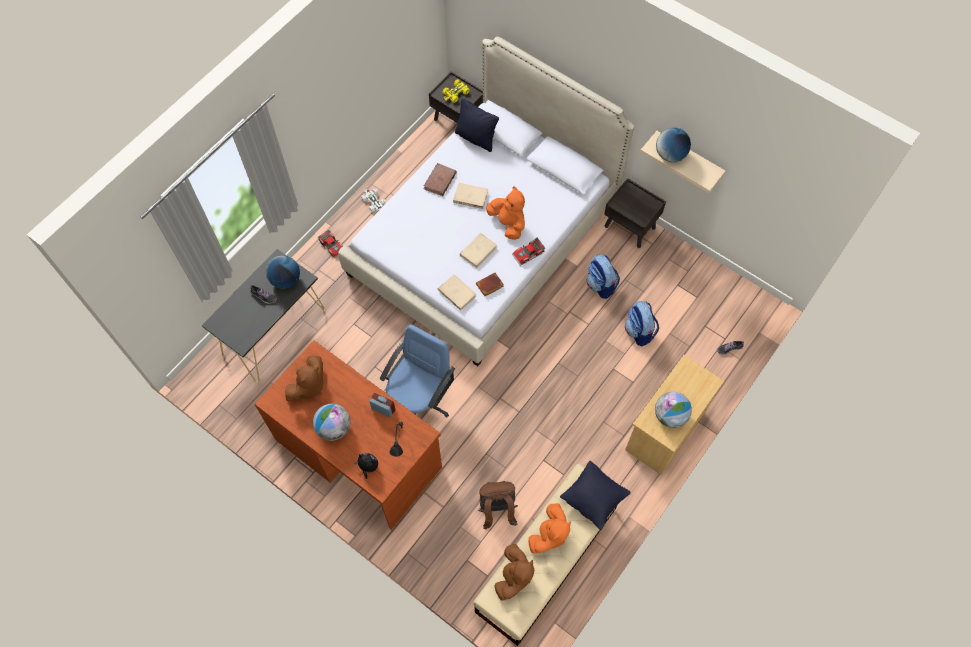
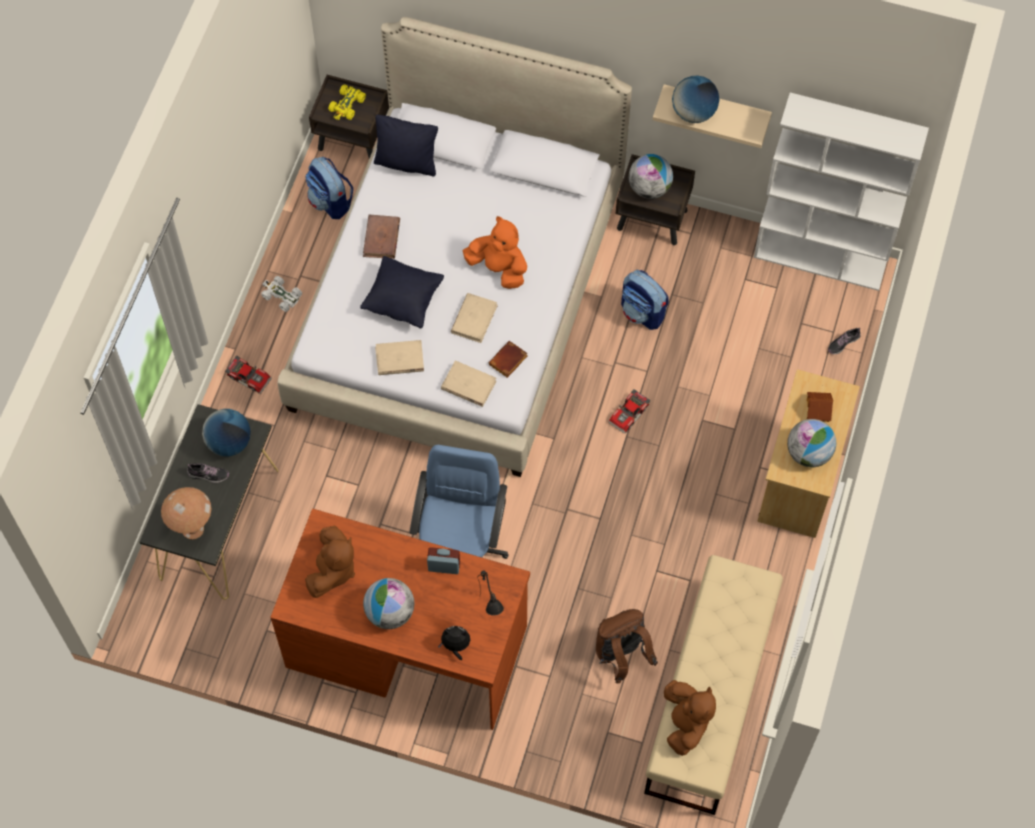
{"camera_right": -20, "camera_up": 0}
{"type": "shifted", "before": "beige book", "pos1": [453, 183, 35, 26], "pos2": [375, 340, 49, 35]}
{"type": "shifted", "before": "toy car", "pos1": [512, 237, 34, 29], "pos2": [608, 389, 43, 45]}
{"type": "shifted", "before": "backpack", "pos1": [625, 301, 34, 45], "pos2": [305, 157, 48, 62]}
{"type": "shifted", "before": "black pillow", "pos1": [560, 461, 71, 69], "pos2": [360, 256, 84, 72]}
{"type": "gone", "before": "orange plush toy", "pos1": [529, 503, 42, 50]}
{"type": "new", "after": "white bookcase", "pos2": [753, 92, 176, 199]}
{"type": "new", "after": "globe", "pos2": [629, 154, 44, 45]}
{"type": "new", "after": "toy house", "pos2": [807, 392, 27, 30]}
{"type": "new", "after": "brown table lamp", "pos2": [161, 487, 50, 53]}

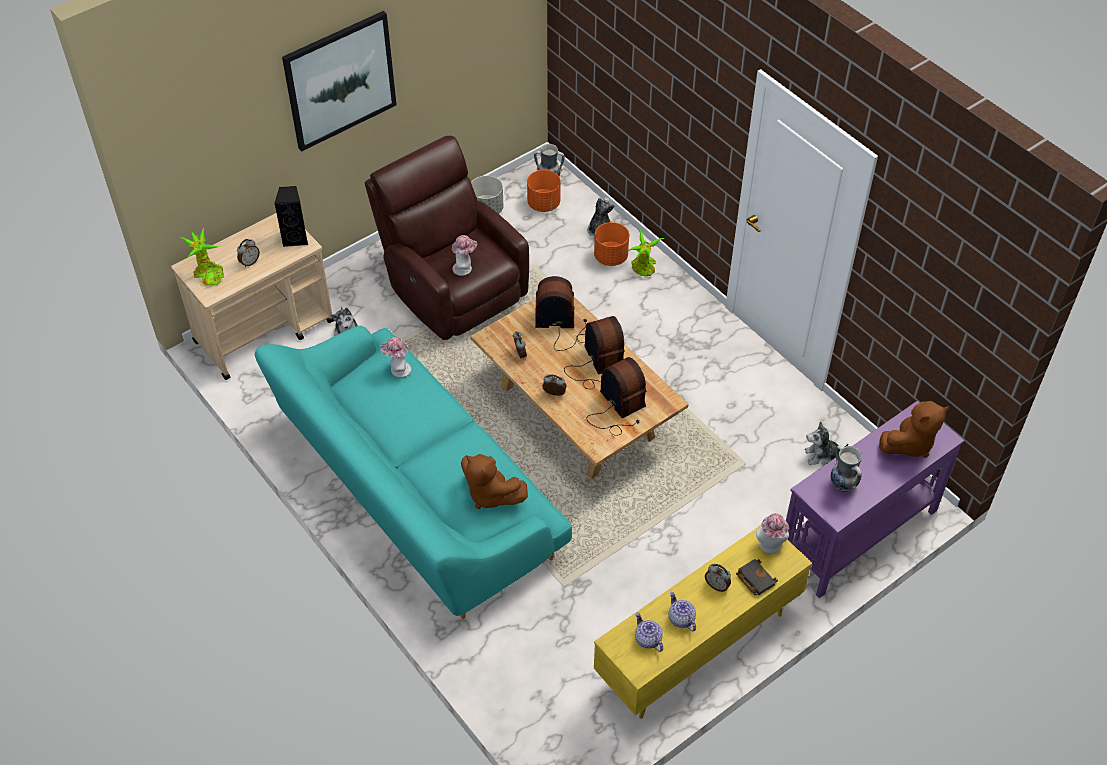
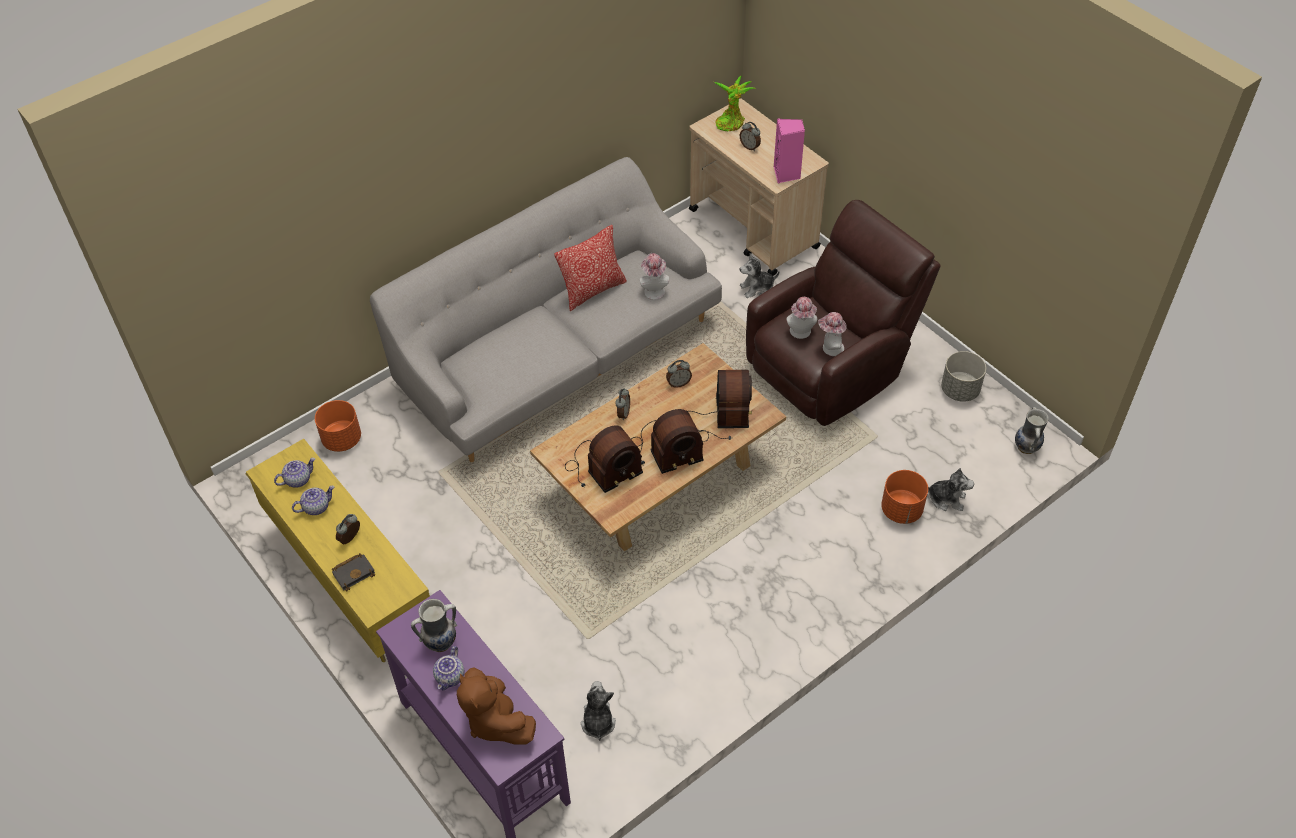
{"camera_right": 90, "camera_up": 0}
{"type": "gone", "before": "picture", "pos1": [282, 11, 115, 141]}
{"type": "shifted", "before": "orange planter", "pos1": [527, 170, 34, 42], "pos2": [315, 400, 46, 52]}
{"type": "repainted", "before": "black speaker", "after": "pink speaker", "pos1": [274, 186, 34, 61], "pos2": [774, 118, 31, 65]}
{"type": "gone", "before": "potted plant", "pos1": [628, 228, 37, 49]}
{"type": "repainted", "before": "turquoise sofa", "after": "grey sofa", "pos1": [255, 326, 317, 293], "pos2": [370, 157, 352, 305]}
{"type": "gone", "before": "brown plush toy", "pos1": [461, 454, 67, 55]}
{"type": "shifted", "before": "hat", "pos1": [756, 513, 33, 40], "pos2": [818, 312, 29, 44]}
{"type": "new", "after": "pillow", "pos2": [554, 225, 73, 86]}
{"type": "new", "after": "teapot", "pos2": [433, 646, 31, 44]}

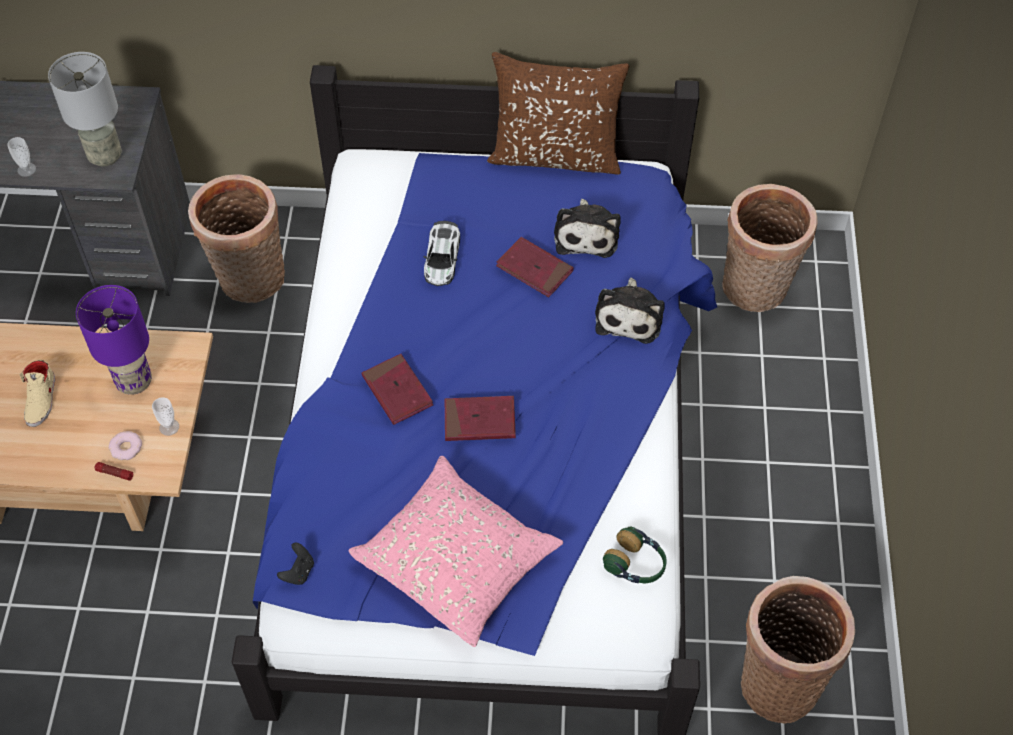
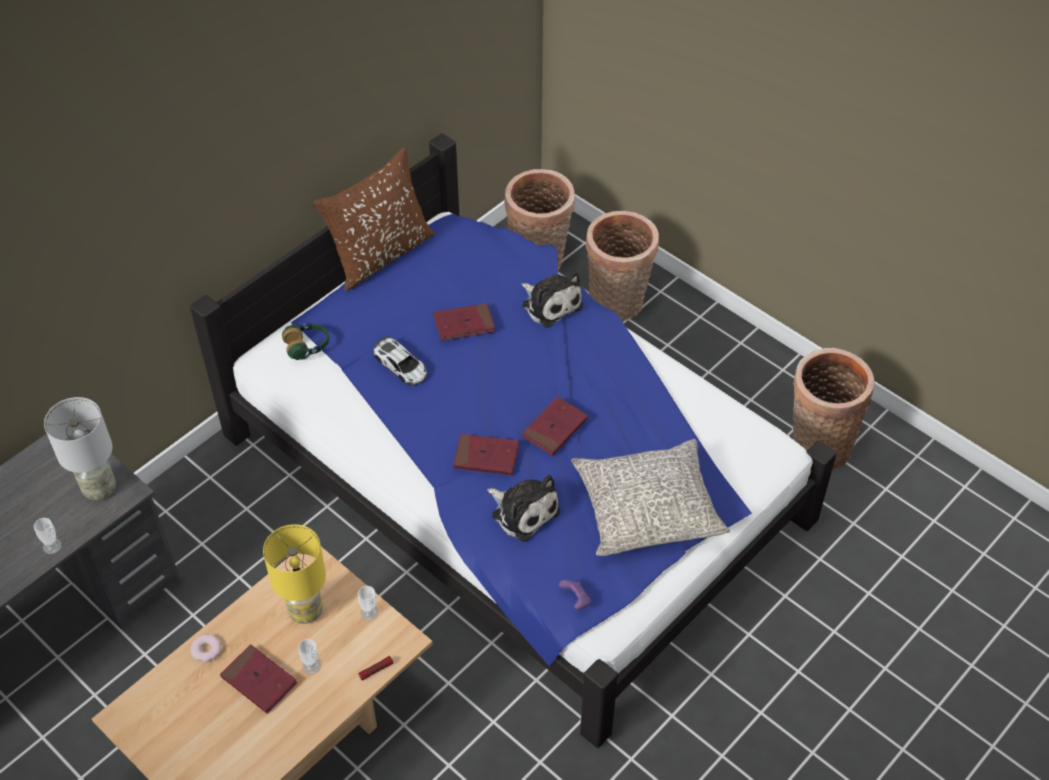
{"camera_right": -50, "camera_up": -5}
{"type": "shifted", "before": "basket", "pos1": [188, 174, 97, 129], "pos2": [586, 211, 73, 110]}
{"type": "shifted", "before": "plush toy", "pos1": [554, 199, 67, 59], "pos2": [487, 475, 73, 67]}
{"type": "repainted", "before": "purple table lamp", "after": "yellow table lamp", "pos1": [76, 285, 76, 110], "pos2": [263, 524, 63, 100]}
{"type": "swapped", "before": "beige shoe", "after": "red book", "pos1": [19, 360, 36, 67], "pos2": [220, 644, 77, 69]}
{"type": "shifted", "before": "donut", "pos1": [109, 431, 33, 29], "pos2": [191, 634, 30, 28]}
{"type": "repainted", "before": "pink pillow", "after": "grey pillow", "pos1": [349, 456, 214, 191], "pos2": [571, 439, 159, 117]}
{"type": "shifted", "before": "headphones", "pos1": [603, 527, 64, 56], "pos2": [282, 323, 47, 37]}
{"type": "repainted", "before": "black game controller", "after": "purple game controller", "pos1": [277, 543, 37, 42], "pos2": [559, 580, 31, 29]}
{"type": "new", "after": "cup", "pos2": [298, 639, 23, 36]}

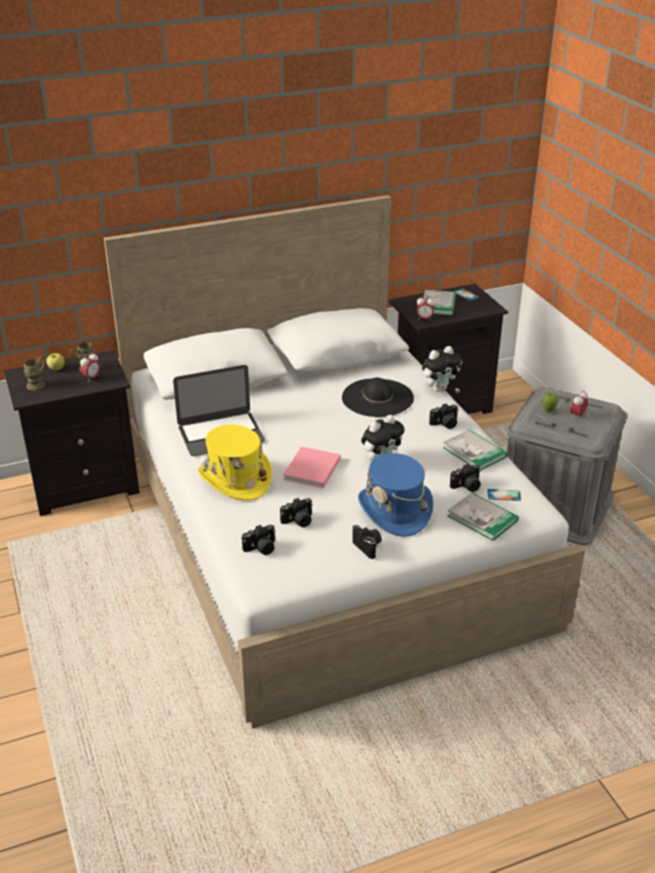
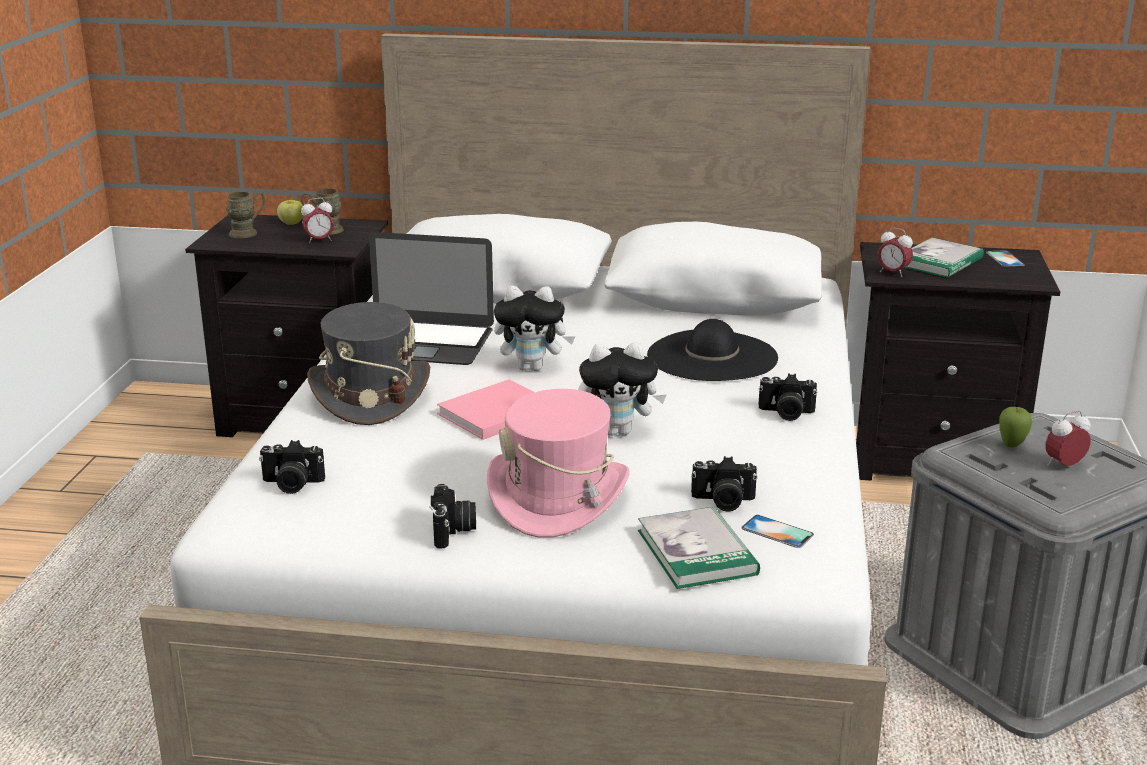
{"camera_right": 30, "camera_up": -10}
{"type": "shifted", "before": "plush toy", "pos1": [422, 346, 39, 46], "pos2": [494, 286, 81, 85]}
{"type": "repainted", "before": "yellow hat", "after": "grey hat", "pos1": [198, 425, 74, 76], "pos2": [307, 302, 123, 123]}
{"type": "gone", "before": "book", "pos1": [443, 430, 64, 40]}
{"type": "repainted", "before": "blue hat", "after": "pink hat", "pos1": [358, 453, 75, 84], "pos2": [487, 389, 143, 149]}
{"type": "gone", "before": "photo camera", "pos1": [280, 498, 33, 29]}

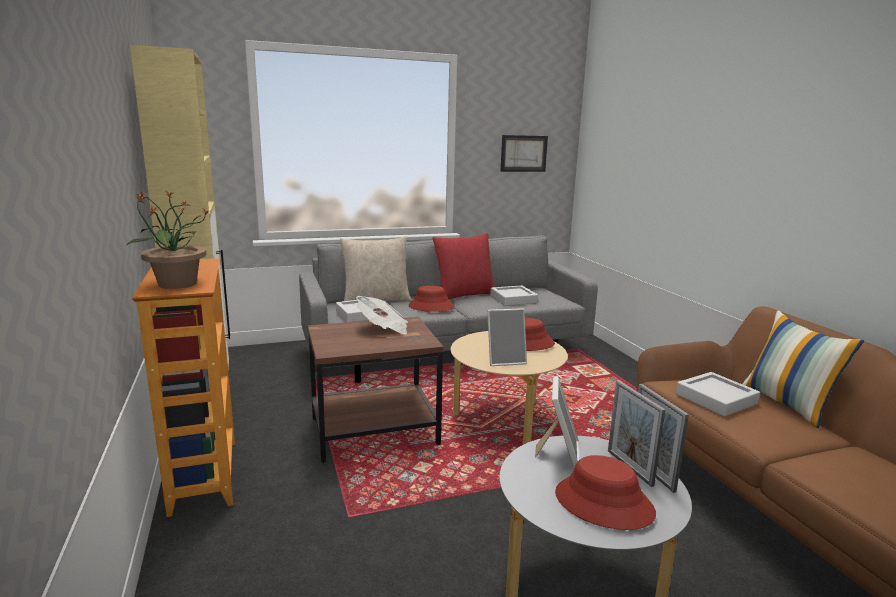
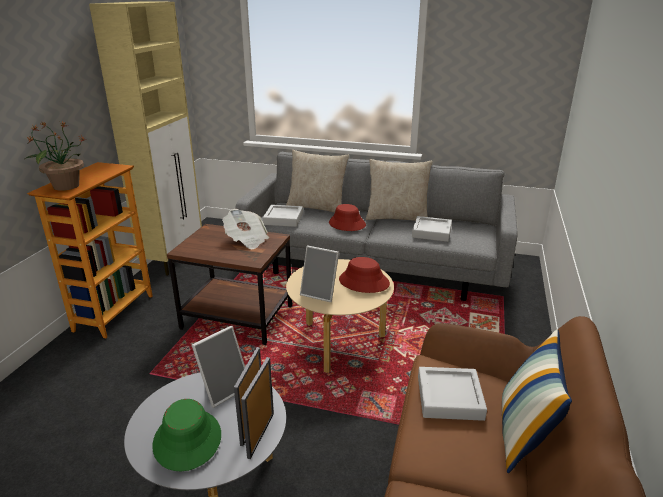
{"camera_right": 35, "camera_up": 10}
{"type": "gone", "before": "picture", "pos1": [500, 135, 48, 37]}
{"type": "repainted", "before": "red pillow", "after": "beige pillow", "pos1": [432, 233, 63, 66], "pos2": [366, 159, 67, 62]}
{"type": "repainted", "before": "red hat", "after": "green hat", "pos1": [555, 455, 101, 75], "pos2": [152, 399, 69, 72]}

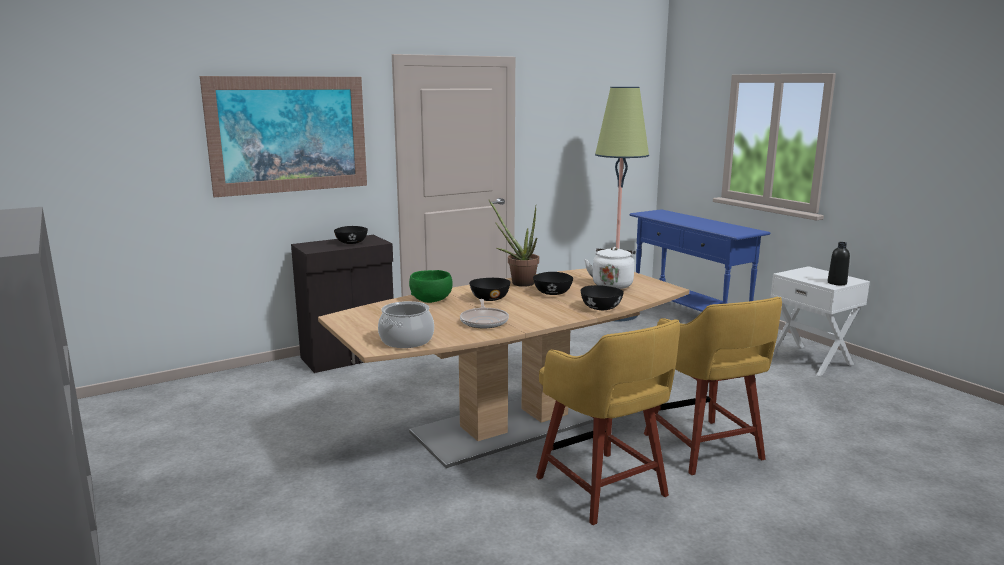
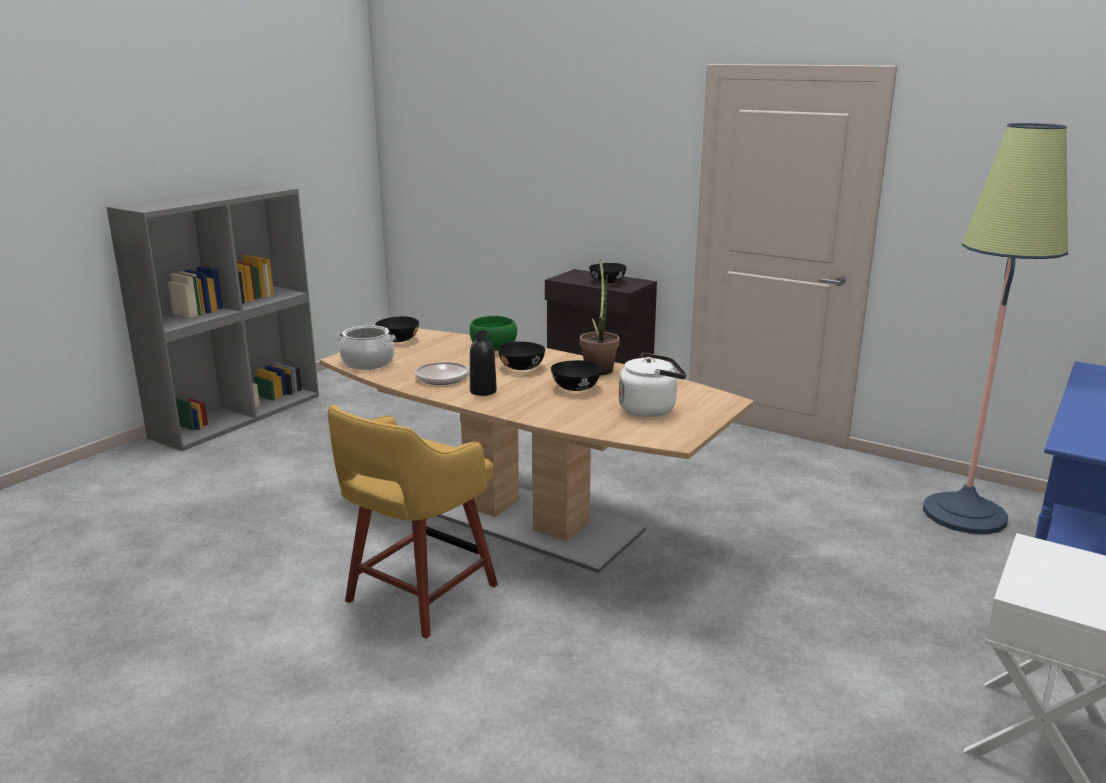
{"camera_right": 65, "camera_up": 5}
{"type": "gone", "before": "picture", "pos1": [200, 76, 167, 121]}
{"type": "shifted", "before": "black bottle", "pos1": [828, 242, 22, 43], "pos2": [470, 331, 27, 65]}
{"type": "shifted", "before": "black bowl", "pos1": [581, 285, 43, 25], "pos2": [375, 316, 44, 26]}
{"type": "gone", "before": "yellow stool", "pos1": [644, 297, 138, 178]}

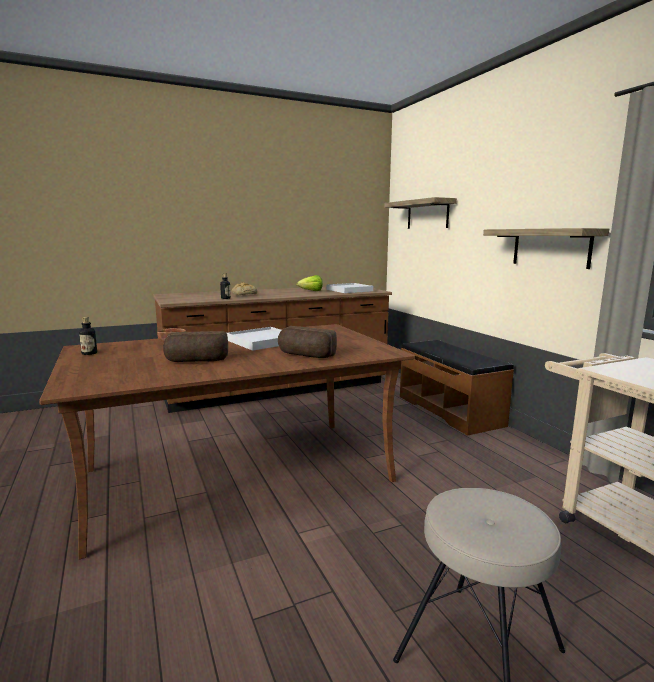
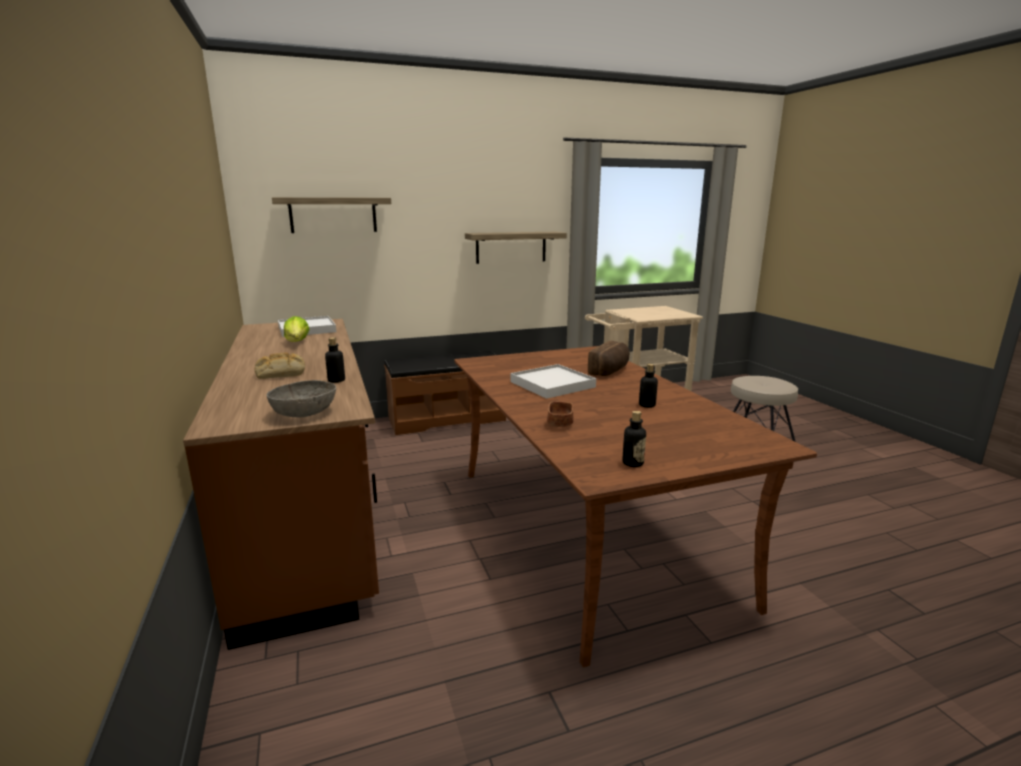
{"camera_right": -85, "camera_up": 5}
{"type": "swapped", "before": "bread", "after": "bottle", "pos1": [163, 331, 65, 31], "pos2": [639, 364, 19, 44]}
{"type": "new", "after": "grey bowl", "pos2": [267, 380, 69, 37]}

